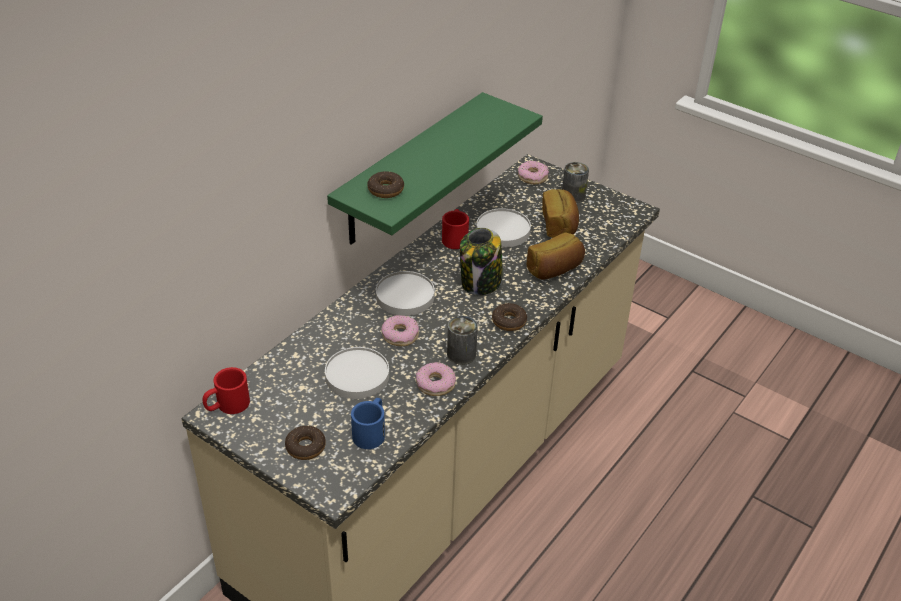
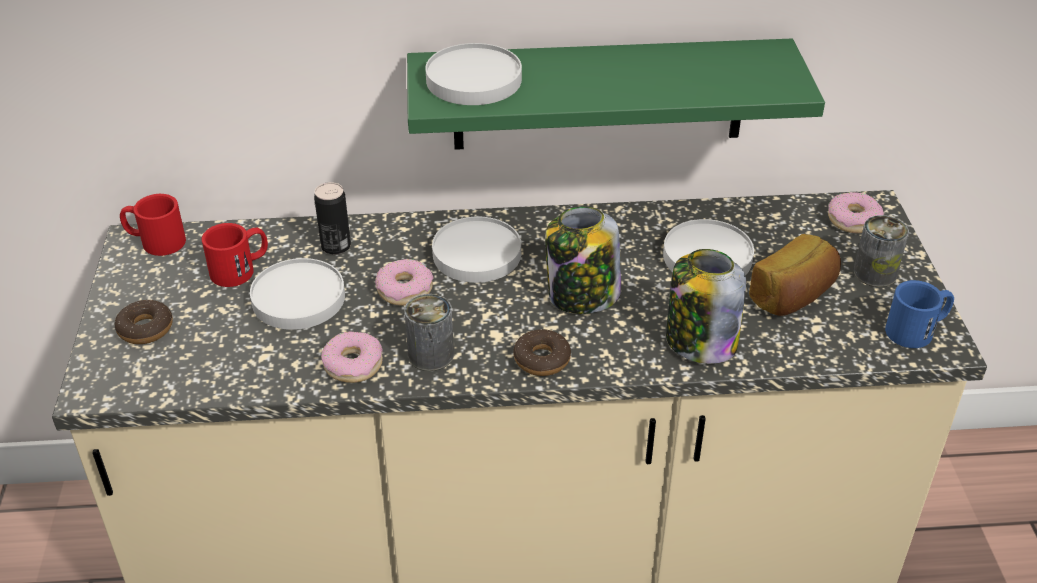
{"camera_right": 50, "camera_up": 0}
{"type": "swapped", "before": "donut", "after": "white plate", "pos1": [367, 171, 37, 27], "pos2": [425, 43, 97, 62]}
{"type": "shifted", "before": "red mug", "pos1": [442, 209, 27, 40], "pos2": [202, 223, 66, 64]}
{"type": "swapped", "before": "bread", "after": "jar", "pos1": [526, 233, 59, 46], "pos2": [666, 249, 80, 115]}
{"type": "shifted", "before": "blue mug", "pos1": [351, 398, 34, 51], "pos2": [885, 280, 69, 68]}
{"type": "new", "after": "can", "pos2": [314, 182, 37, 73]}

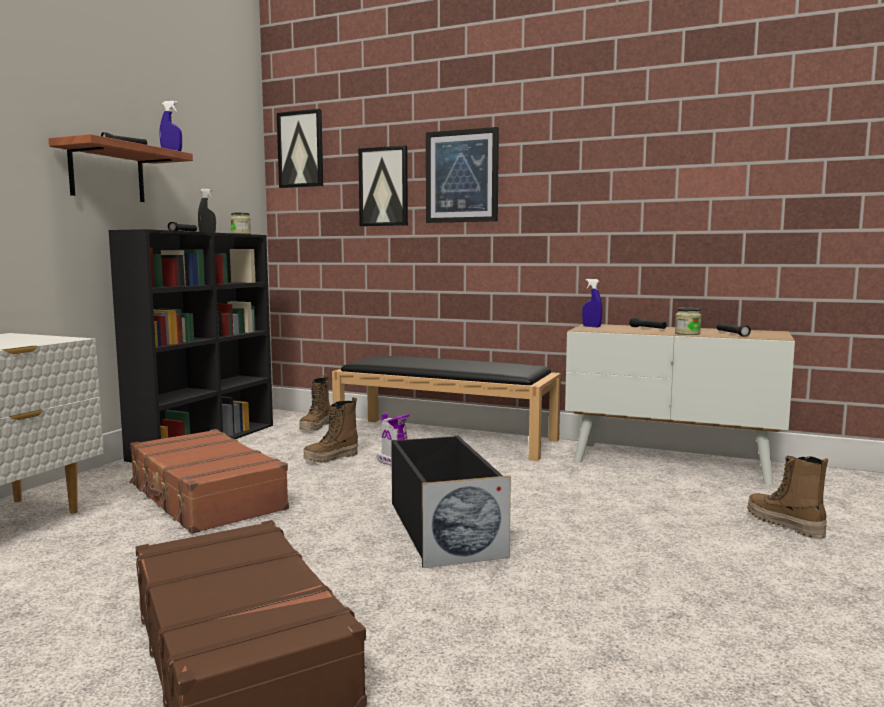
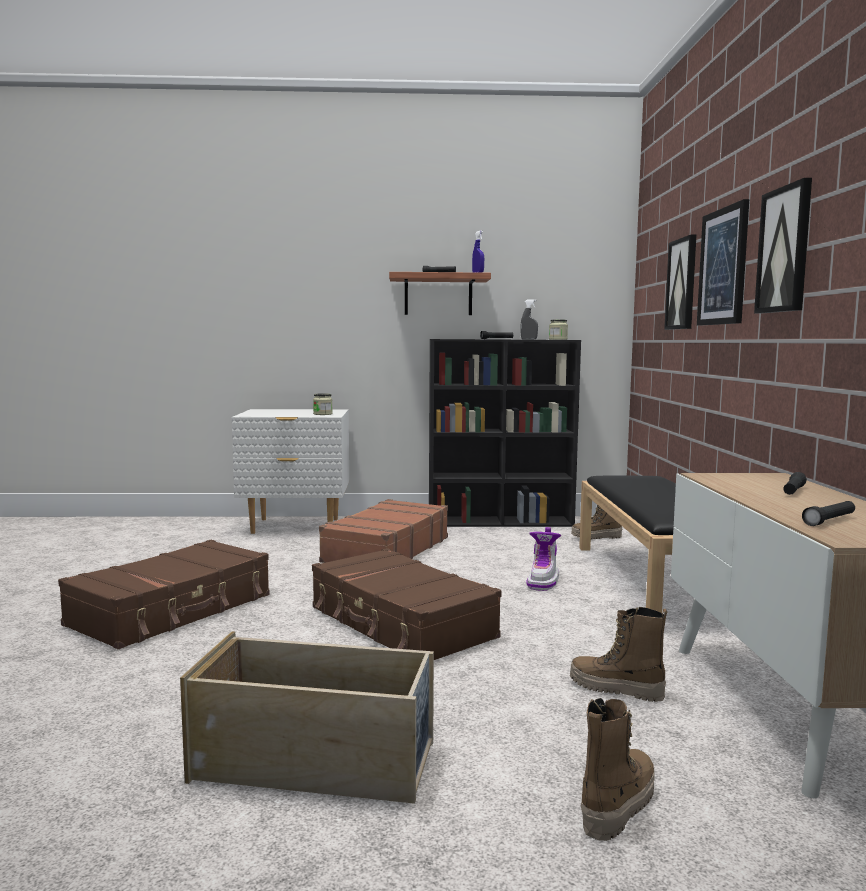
{"camera_right": 65, "camera_up": 0}
{"type": "shifted", "before": "picture", "pos1": [277, 109, 46, 79], "pos2": [754, 178, 58, 136]}
{"type": "gone", "before": "blue spray bottle", "pos1": [582, 279, 20, 48]}
{"type": "shifted", "before": "jar", "pos1": [675, 307, 26, 28], "pos2": [313, 393, 20, 22]}
{"type": "shifted", "before": "boot", "pos1": [303, 397, 55, 66], "pos2": [570, 607, 97, 95]}
{"type": "swapped", "before": "black storage box", "after": "brown suitcase", "pos1": [391, 435, 120, 133], "pos2": [312, 548, 190, 112]}
{"type": "new", "after": "beige storage box", "pos2": [180, 631, 254, 173]}

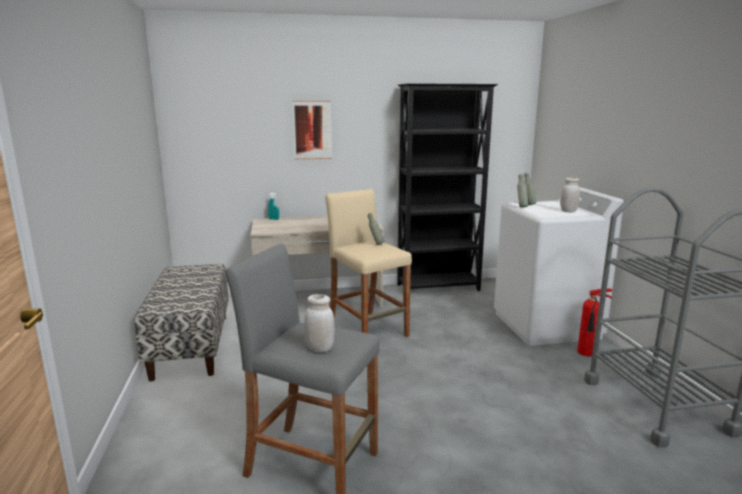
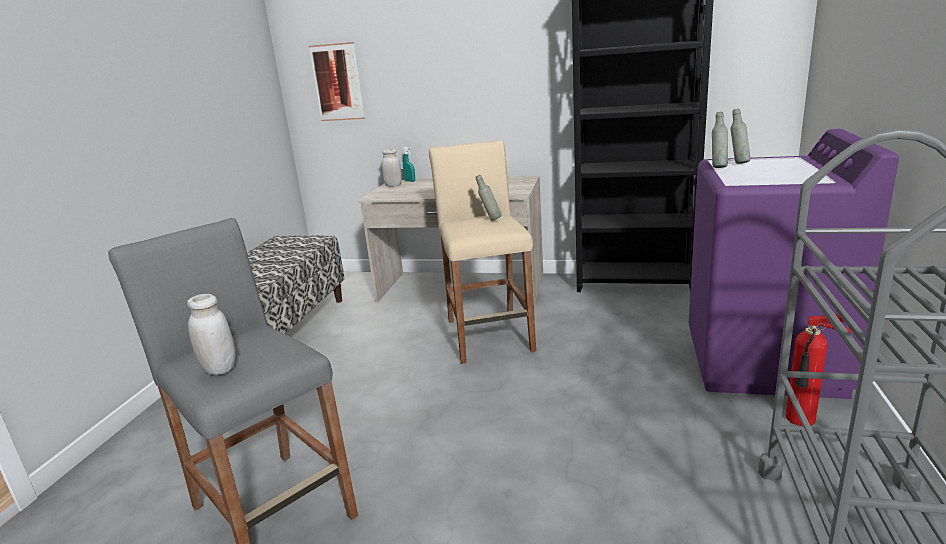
{"camera_right": 25, "camera_up": 5}
{"type": "shifted", "before": "picture", "pos1": [293, 101, 39, 59], "pos2": [309, 42, 56, 79]}
{"type": "shifted", "before": "white jar", "pos1": [560, 177, 20, 35], "pos2": [382, 149, 20, 38]}
{"type": "repainted", "before": "white washing machine", "after": "purple washing machine", "pos1": [494, 187, 130, 159], "pos2": [689, 129, 210, 270]}

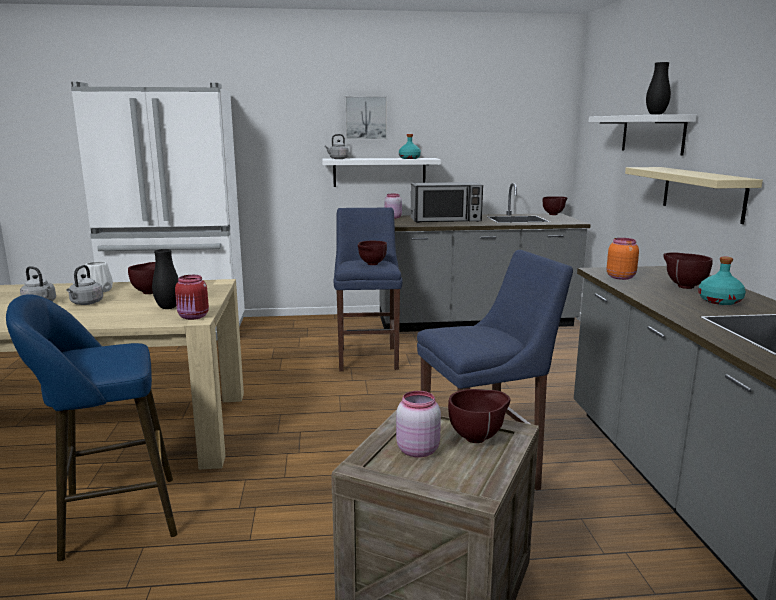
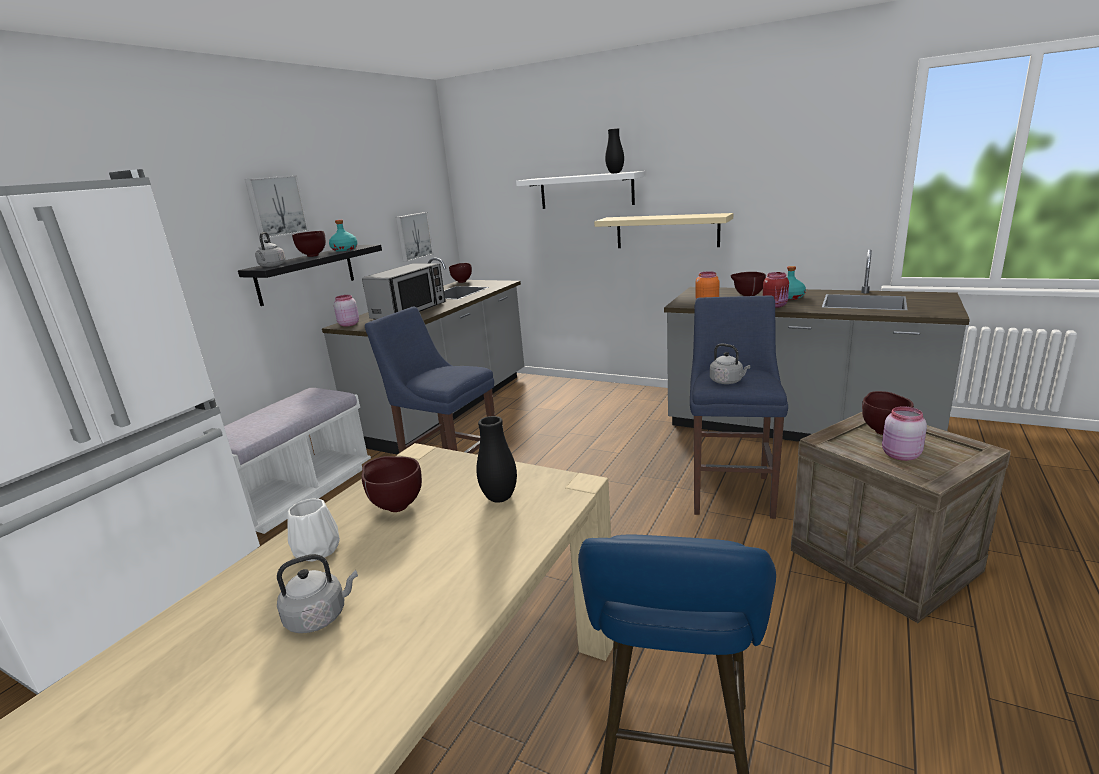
{"camera_right": -55, "camera_up": 5}
{"type": "repainted", "before": "white shelf", "after": "black shelf", "pos1": [322, 158, 119, 29], "pos2": [238, 245, 144, 61]}
{"type": "shifted", "before": "brown bowl", "pos1": [358, 241, 29, 24], "pos2": [292, 231, 34, 26]}
{"type": "shifted", "before": "grey kettle", "pos1": [66, 265, 37, 40], "pos2": [710, 344, 40, 40]}
{"type": "shifted", "before": "red jar", "pos1": [175, 275, 34, 45], "pos2": [763, 272, 26, 36]}
{"type": "new", "after": "picture", "pos2": [395, 212, 39, 50]}
{"type": "new", "after": "white bench", "pos2": [224, 388, 147, 146]}

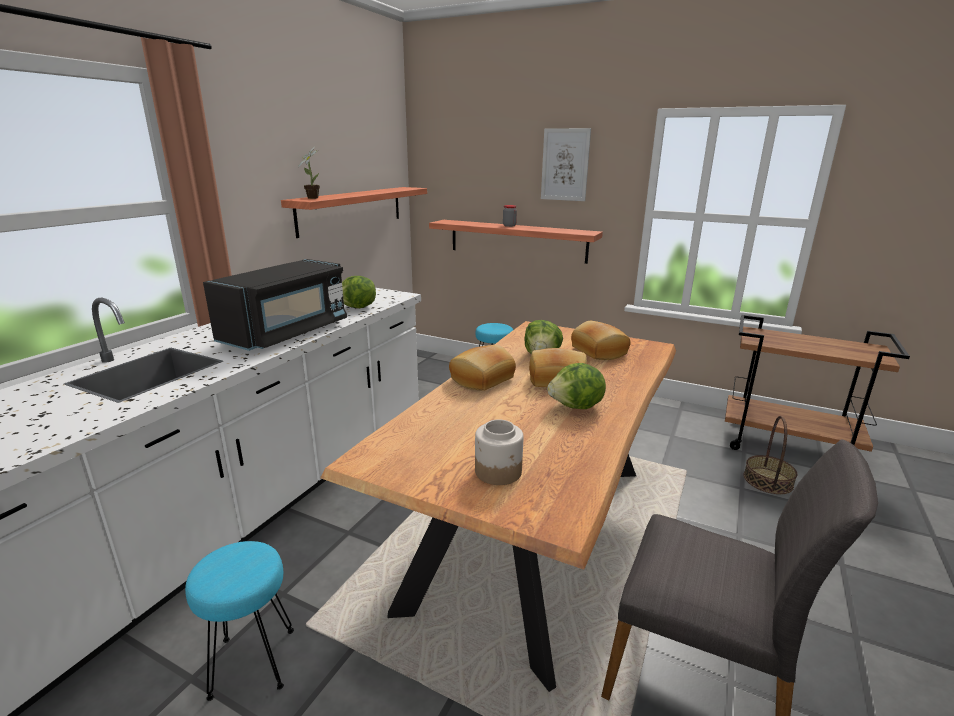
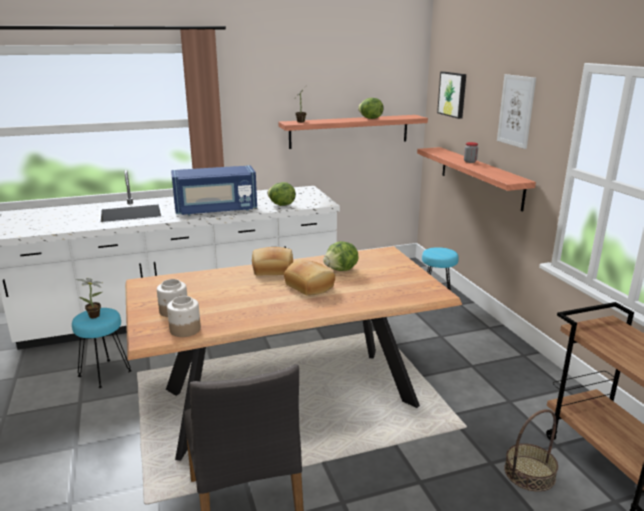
{"camera_right": 45, "camera_up": 0}
{"type": "repainted", "before": "black microwave", "after": "blue microwave", "pos1": [203, 259, 144, 92], "pos2": [171, 165, 86, 50]}
{"type": "gone", "before": "bread", "pos1": [571, 321, 59, 39]}
{"type": "shifted", "before": "lettuce", "pos1": [547, 363, 59, 46], "pos2": [358, 98, 26, 21]}
{"type": "new", "after": "picture", "pos2": [437, 71, 29, 48]}
{"type": "new", "after": "potted plant", "pos2": [75, 278, 27, 40]}
{"type": "new", "after": "jar", "pos2": [167, 296, 34, 41]}

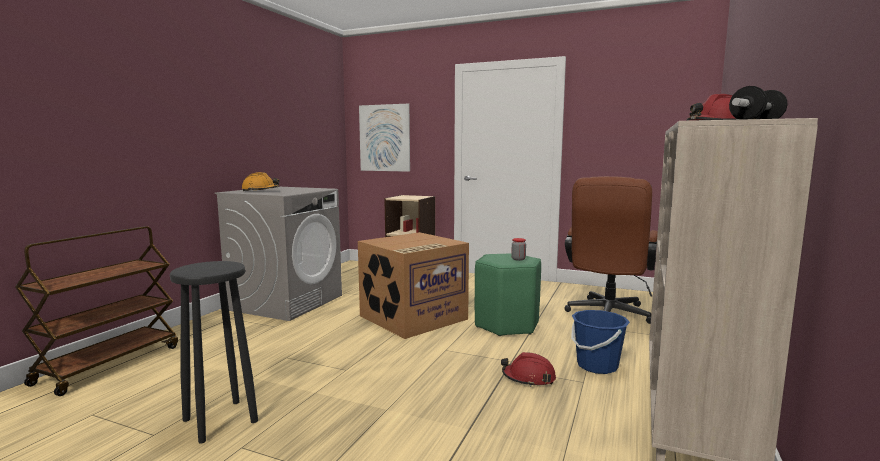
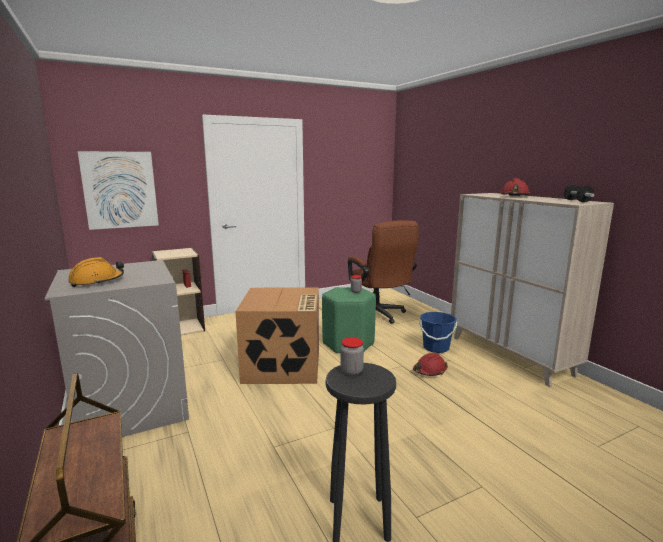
{"camera_right": -50, "camera_up": 5}
{"type": "new", "after": "jar", "pos2": [340, 337, 24, 39]}

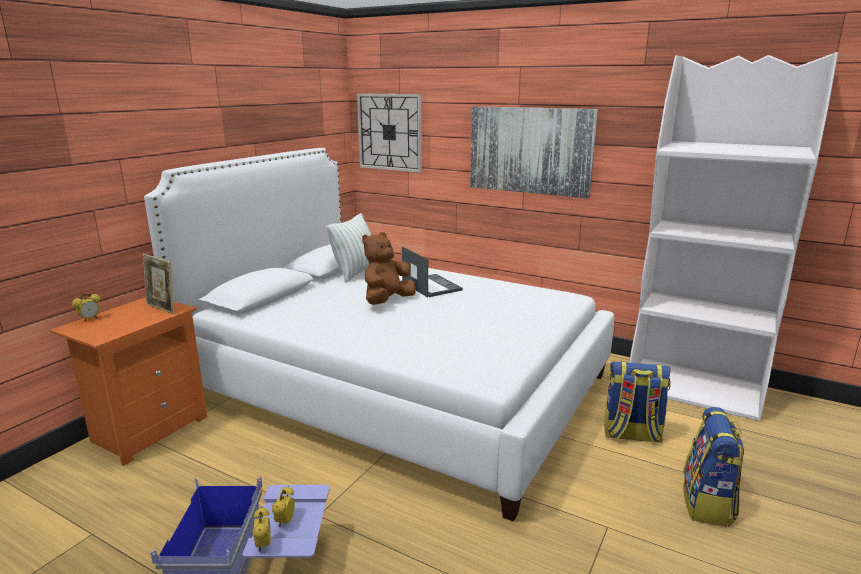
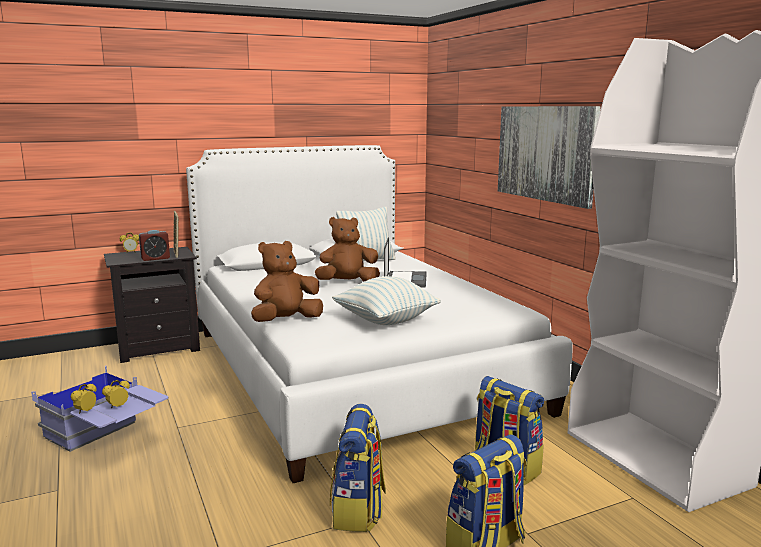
{"camera_right": 35, "camera_up": -5}
{"type": "gone", "before": "wall clock", "pos1": [357, 93, 65, 79]}
{"type": "repainted", "before": "orange nightstand", "after": "black nightstand", "pos1": [50, 297, 157, 169], "pos2": [104, 247, 96, 116]}
{"type": "new", "after": "alarm clock", "pos2": [139, 230, 31, 31]}
{"type": "new", "after": "brown plush toy", "pos2": [251, 241, 72, 81]}
{"type": "new", "after": "pillow", "pos2": [332, 276, 109, 49]}
{"type": "new", "after": "backpack", "pos2": [330, 404, 56, 128]}

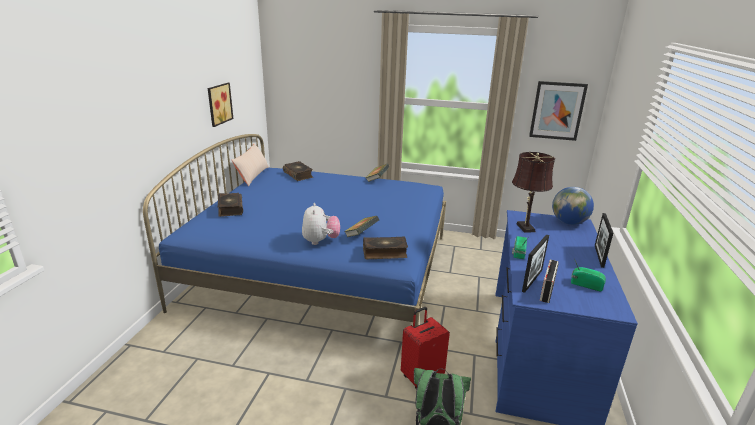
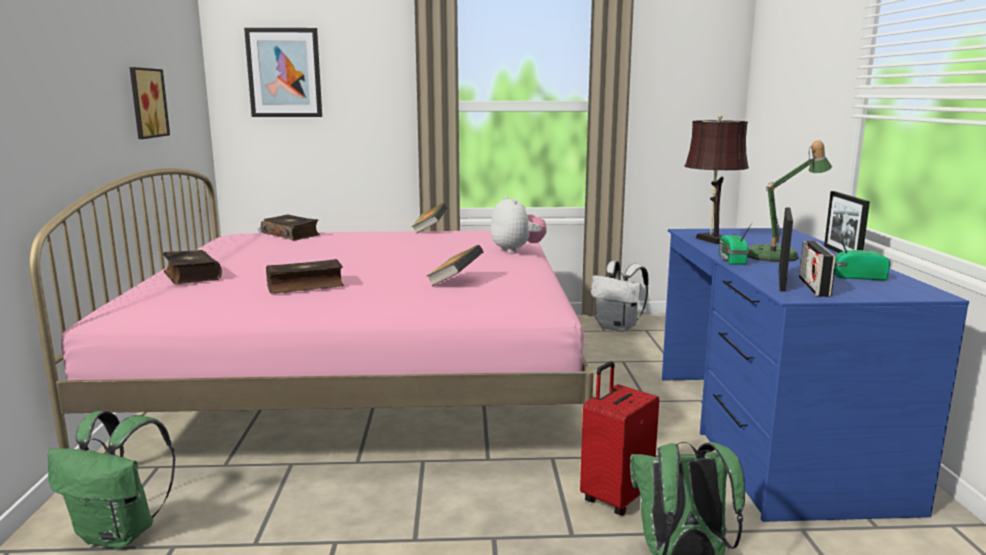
{"camera_right": -15, "camera_up": -10}
{"type": "shifted", "before": "picture", "pos1": [529, 81, 59, 60], "pos2": [244, 28, 78, 89]}
{"type": "repainted", "before": "blue bed", "after": "pink bed", "pos1": [143, 134, 303, 193], "pos2": [29, 168, 565, 281]}
{"type": "gone", "before": "beige pillow", "pos1": [232, 143, 37, 43]}
{"type": "gone", "before": "globe", "pos1": [552, 187, 42, 38]}
{"type": "shifted", "before": "plush toy", "pos1": [302, 203, 38, 42], "pos2": [491, 195, 56, 58]}
{"type": "shifted", "before": "book", "pos1": [363, 237, 45, 23], "pos2": [266, 259, 78, 35]}
{"type": "new", "after": "table lamp", "pos2": [747, 140, 85, 122]}
{"type": "new", "after": "white backpack", "pos2": [591, 261, 58, 71]}
{"type": "new", "after": "green backpack", "pos2": [47, 411, 129, 137]}

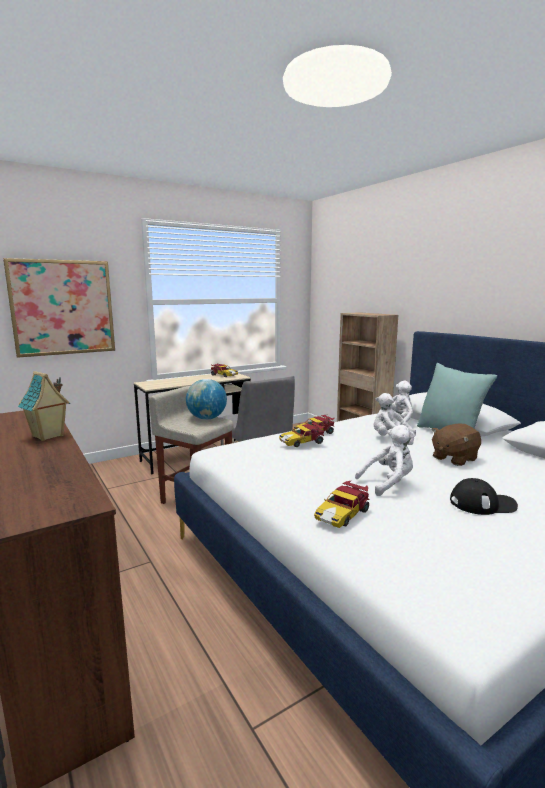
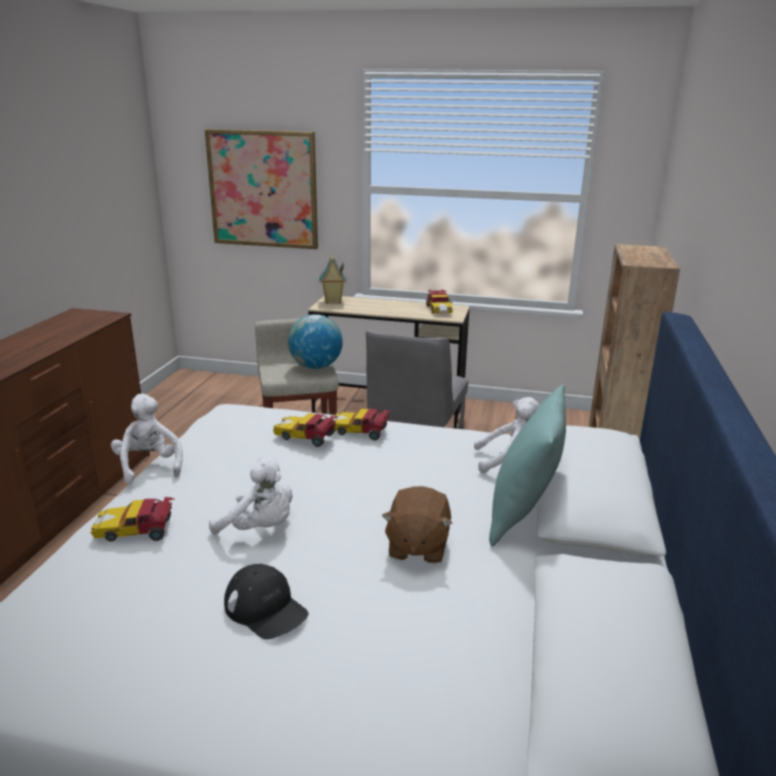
{"camera_right": 45, "camera_up": 10}
{"type": "shifted", "before": "toy house", "pos1": [18, 371, 52, 70], "pos2": [319, 255, 27, 49]}
{"type": "shifted", "before": "white plush toy", "pos1": [373, 393, 43, 52], "pos2": [111, 394, 72, 90]}
{"type": "rotated", "before": "brown plush toy", "pos1": [431, 423, 50, 43], "pos2": [382, 486, 70, 77], "turn": -90}

